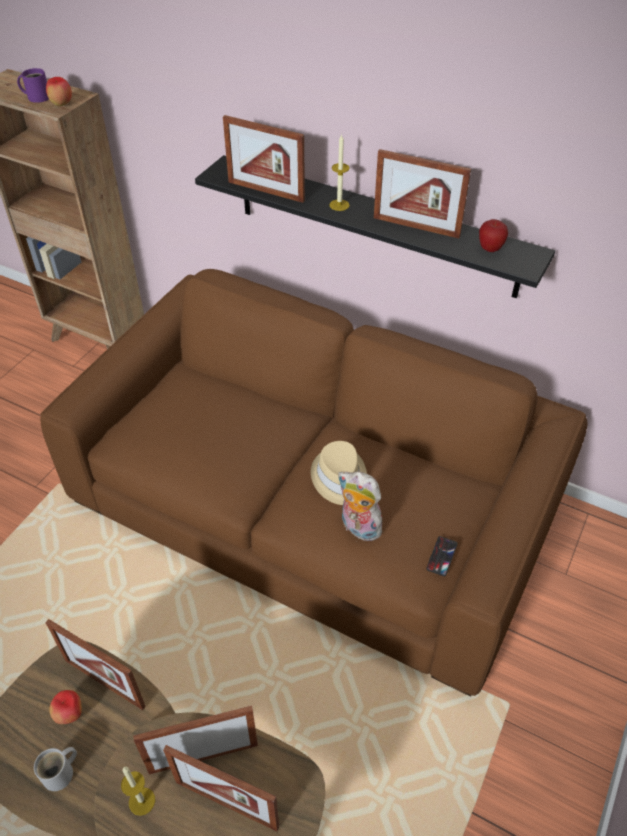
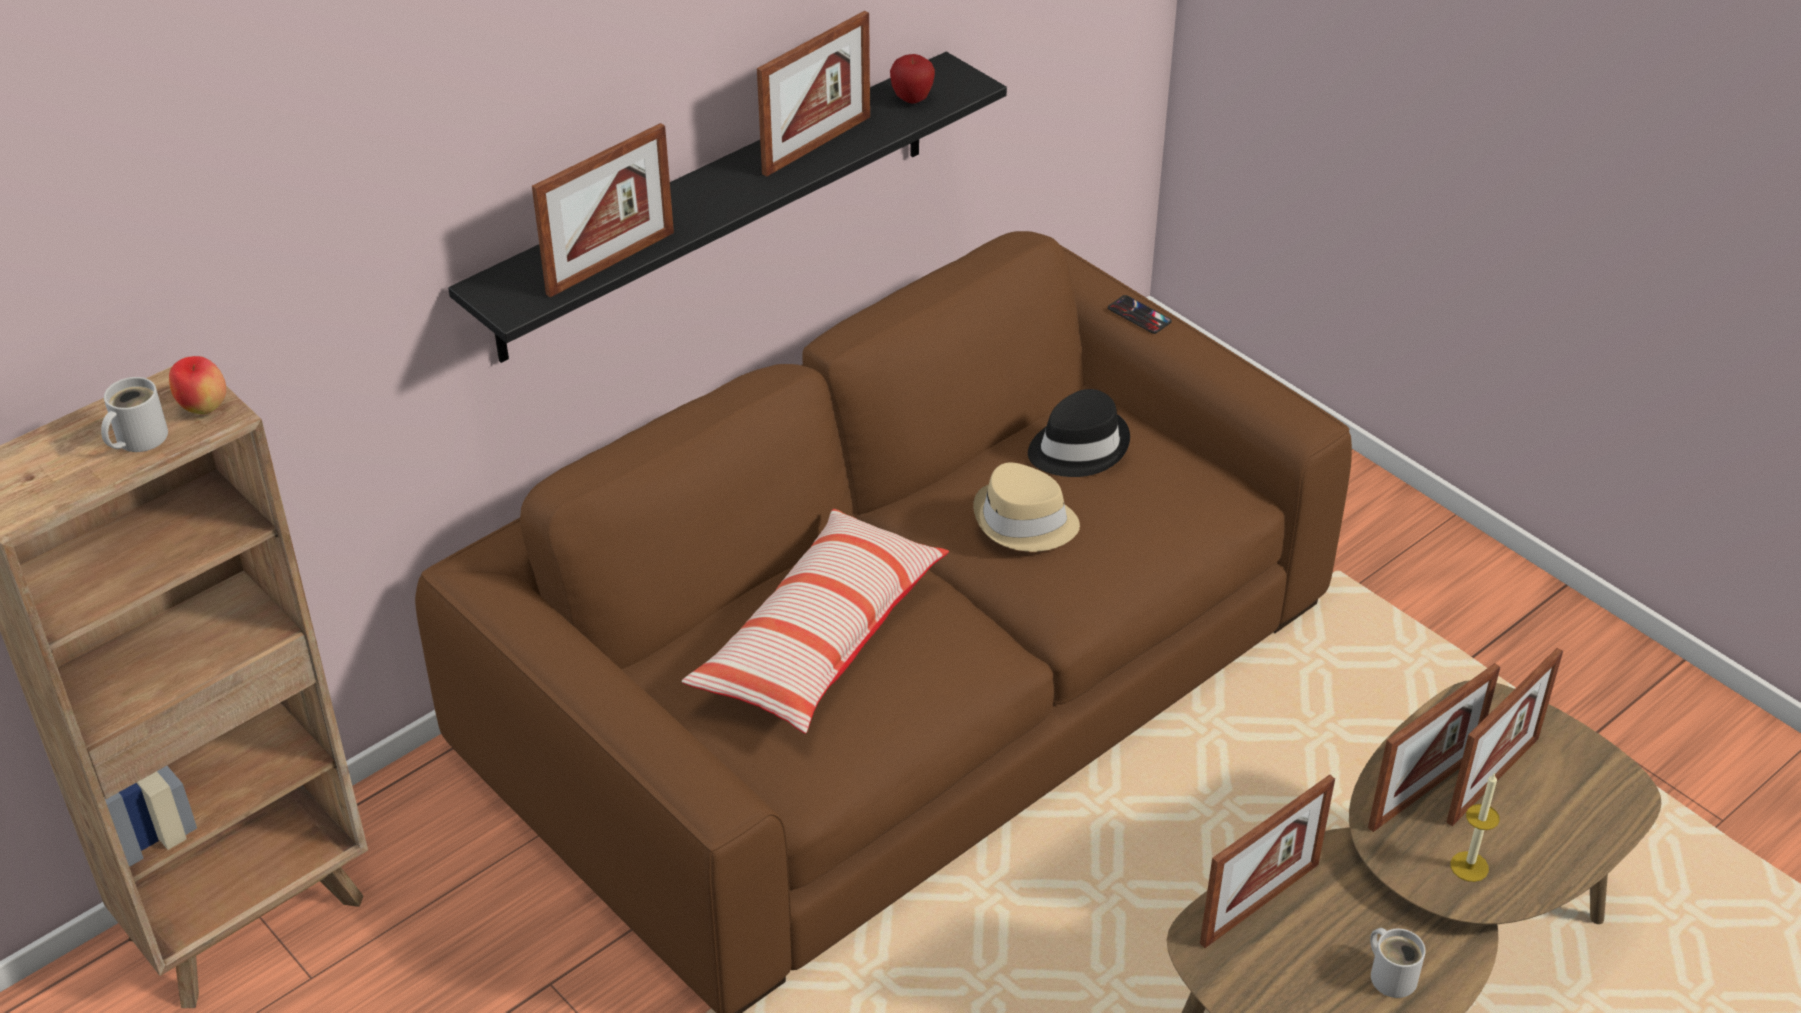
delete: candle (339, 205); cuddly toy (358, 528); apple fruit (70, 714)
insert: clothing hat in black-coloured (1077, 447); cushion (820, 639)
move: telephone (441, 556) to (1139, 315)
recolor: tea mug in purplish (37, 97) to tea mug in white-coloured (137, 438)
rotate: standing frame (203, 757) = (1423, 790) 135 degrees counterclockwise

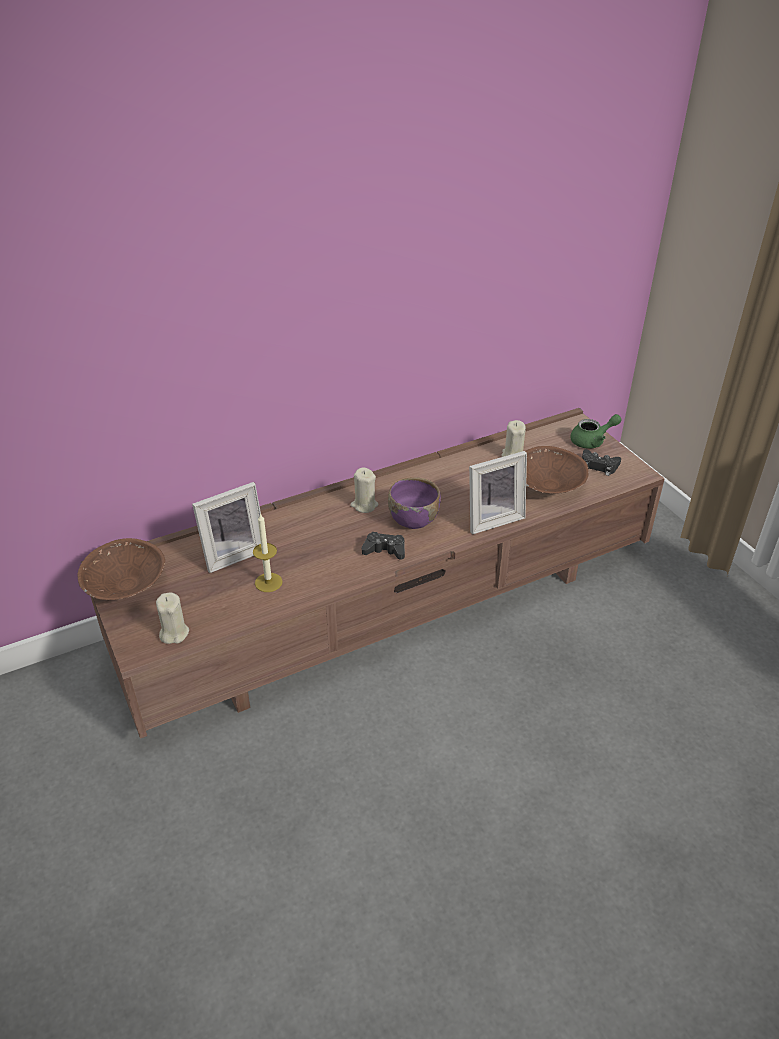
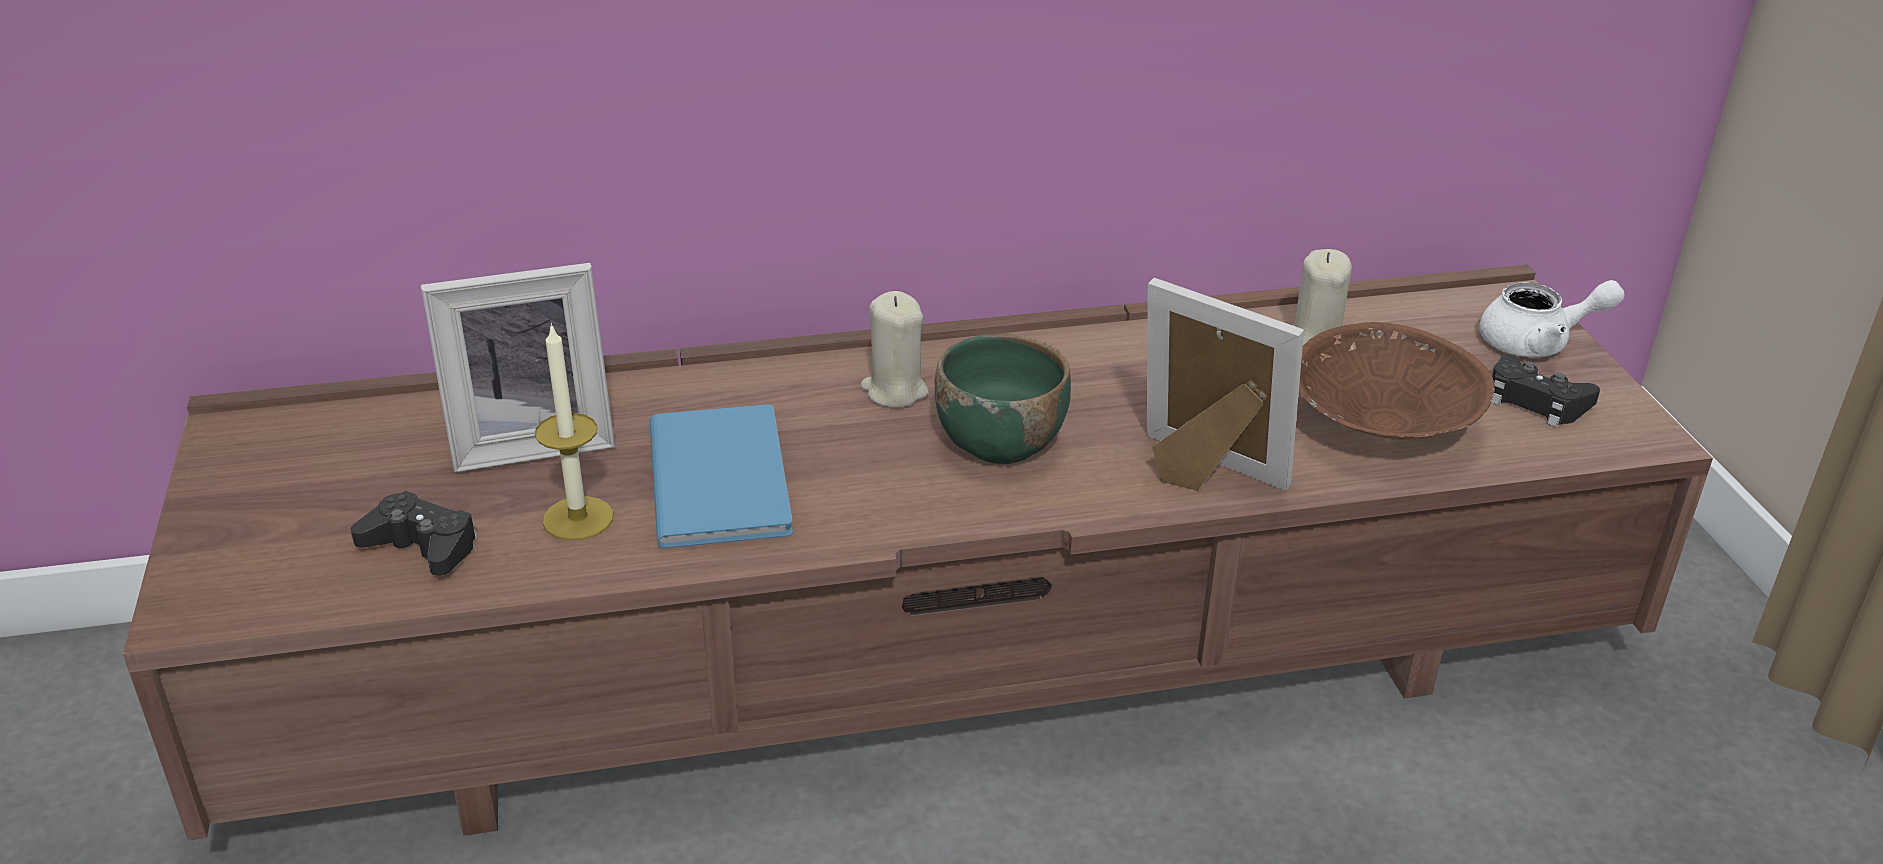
delete: bowl in brown (125, 586); candle in sand-coloured (174, 633)
insert: book in bluish (724, 475)
move: game controller in black-coloured (385, 550) to (421, 546)
recolor: pot for tea in green-coloured (592, 441) to pot for tea in white-coloured (1537, 343); bowl in purplish (413, 519) to bowl in green-coloured (1000, 442)
rotate: standing frame (492, 518) = (1202, 474) 135 degrees counterclockwise

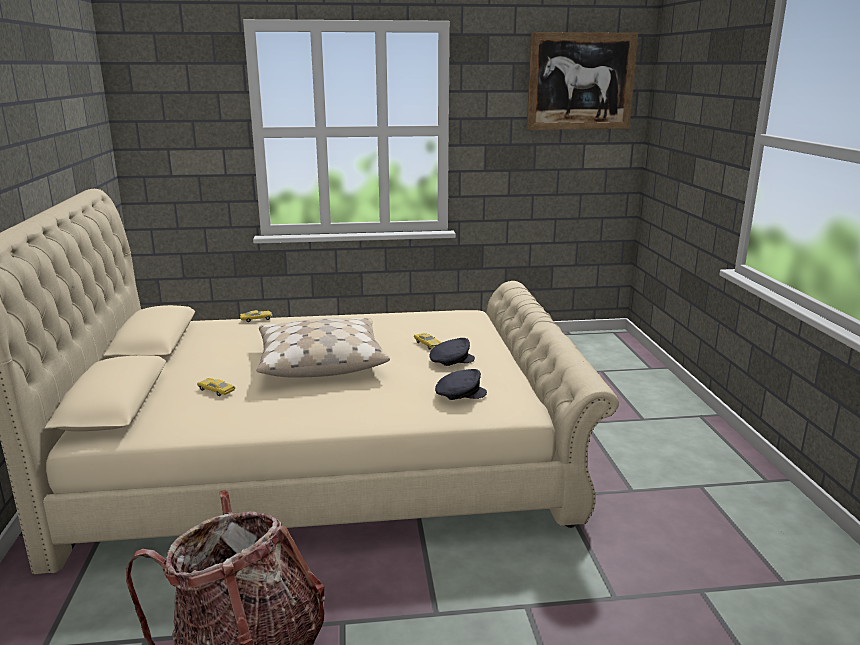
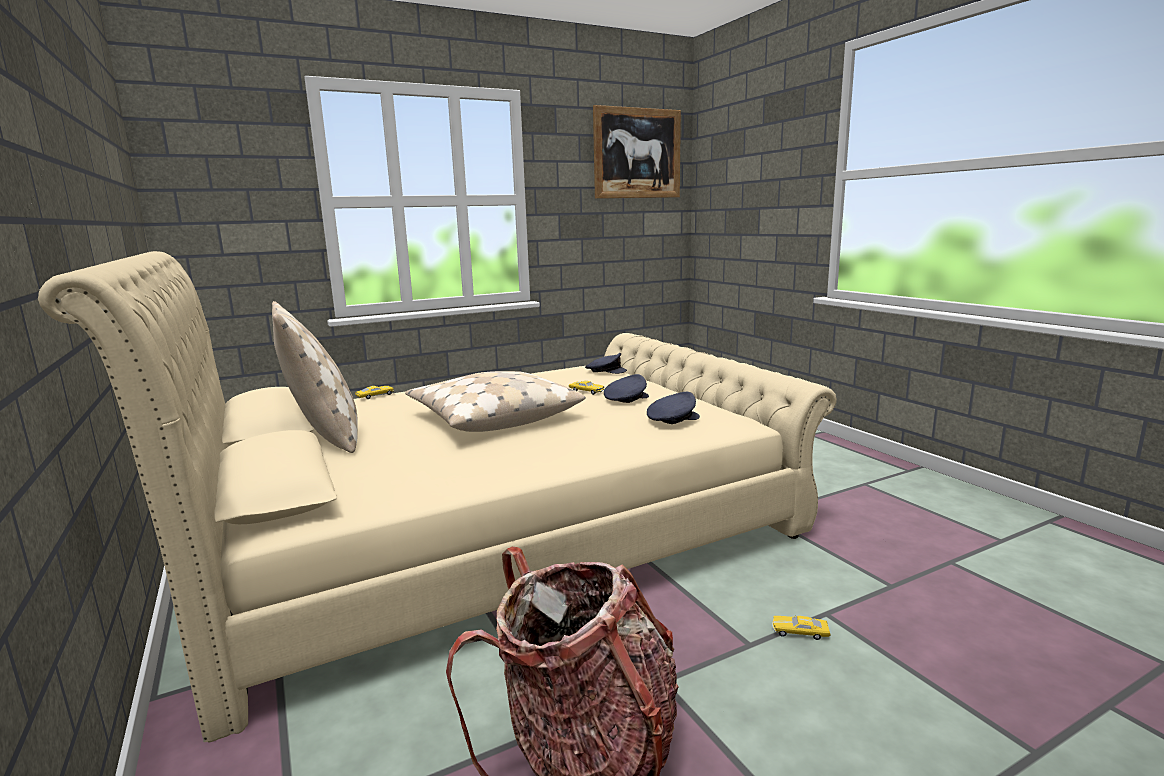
insert: cushion in sand-coloured (324, 436); baseball cap in gray (605, 371)
move: model car in yellow-coloured (216, 391) to (800, 632)

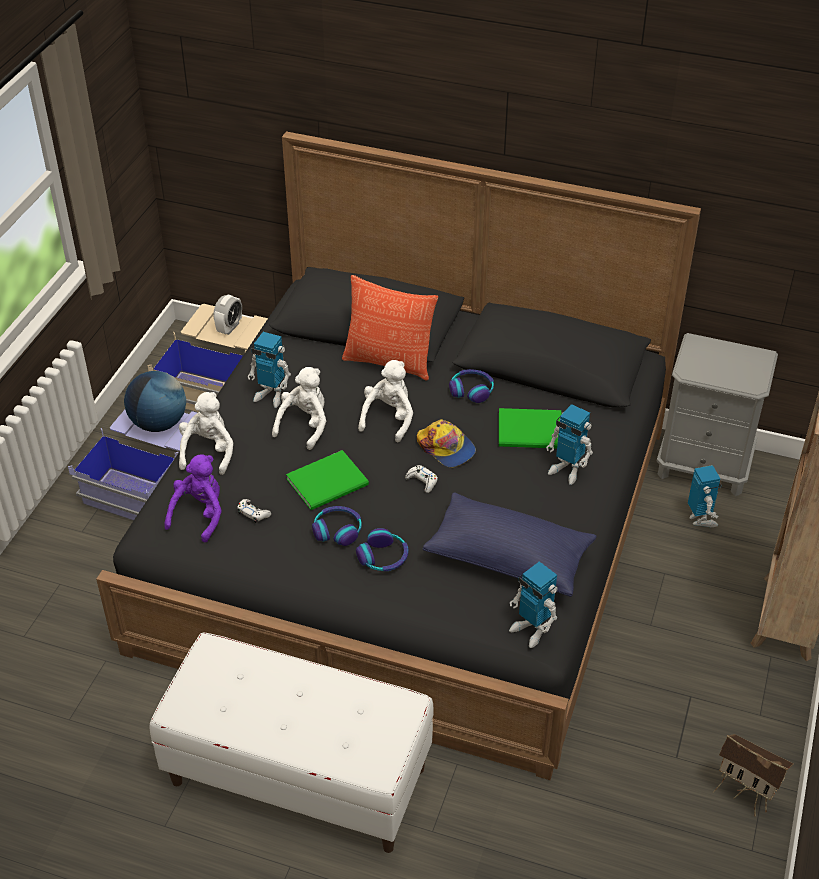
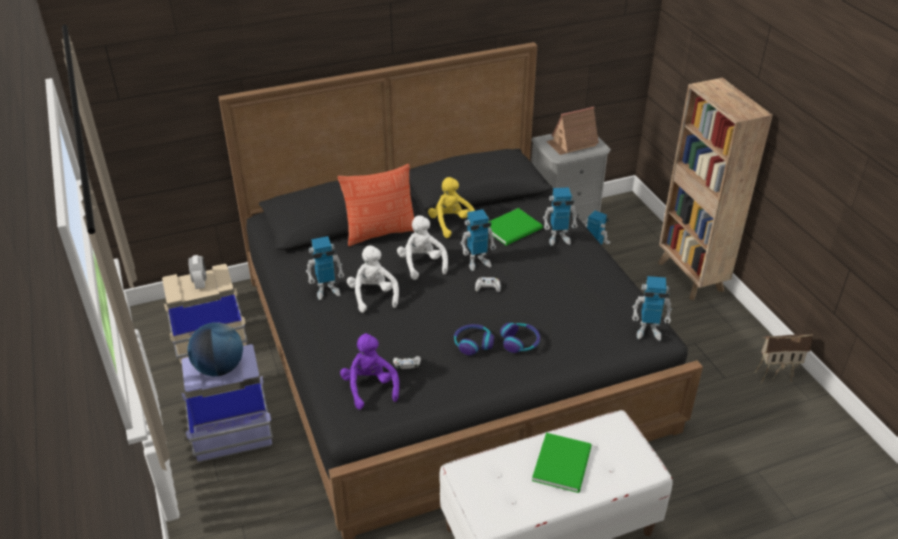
delete: cuddly toy in white-coloured (208, 452); cushion in bluish (508, 558)
insert: miniature house (572, 143)
move: book in green-coloured (330, 482) to (564, 463)
replace: headset (471, 390) to cuddly toy in yellow-coloured (451, 224); baseball cap (446, 448) to robot figure (477, 262)

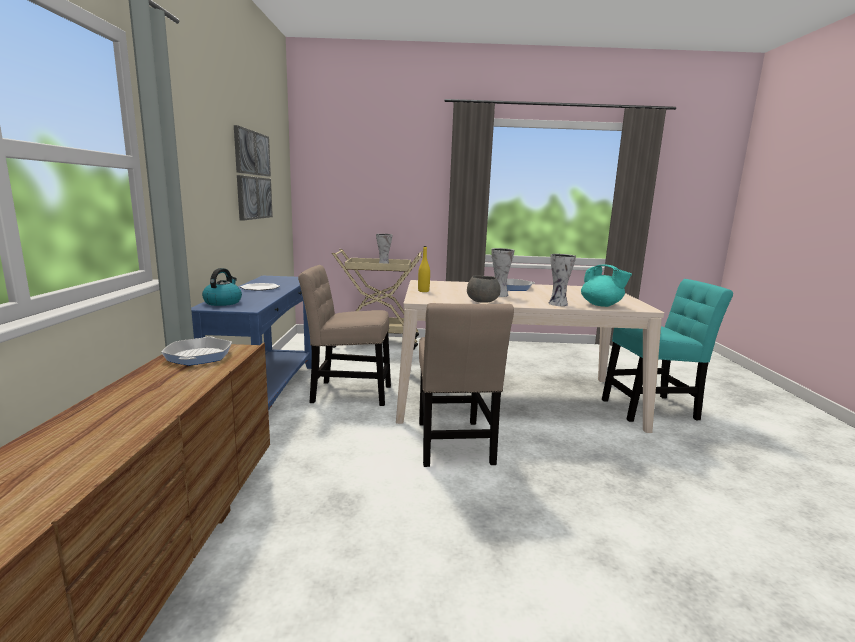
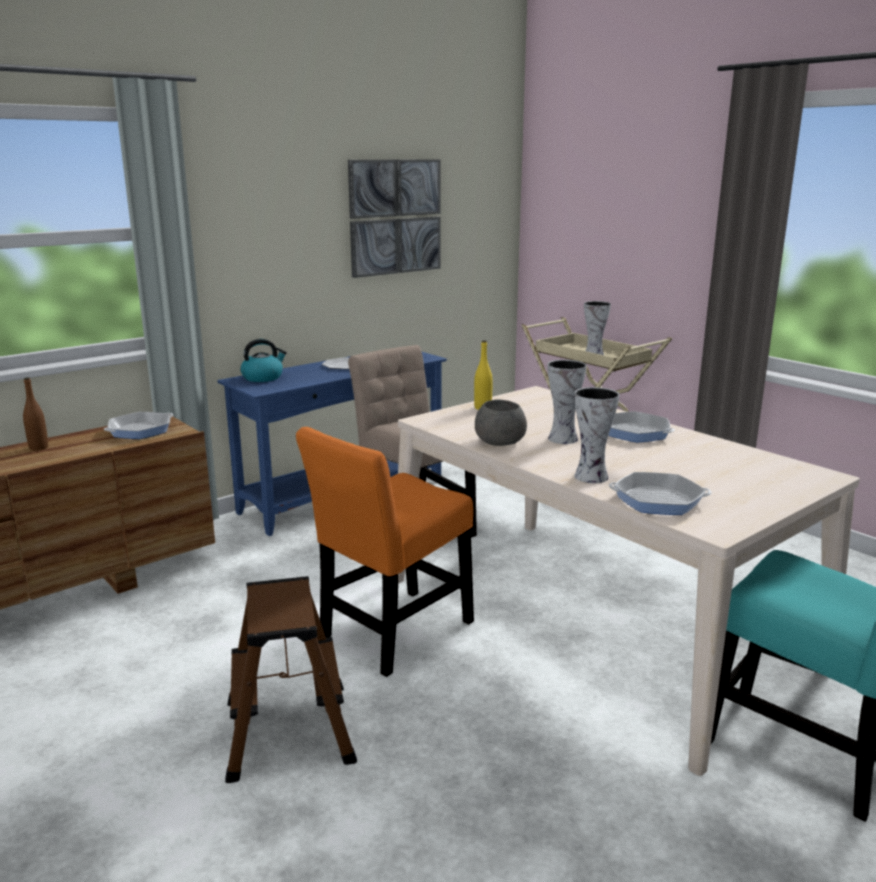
insert: drink bottle in brown (38, 447); step ladder in brown (289, 730)
replace: pot for tea in turquoise (601, 305) to skillet (658, 500)
recolor: plain chair in sand-coloured (454, 445) to plain chair in orange-coloured (392, 633)

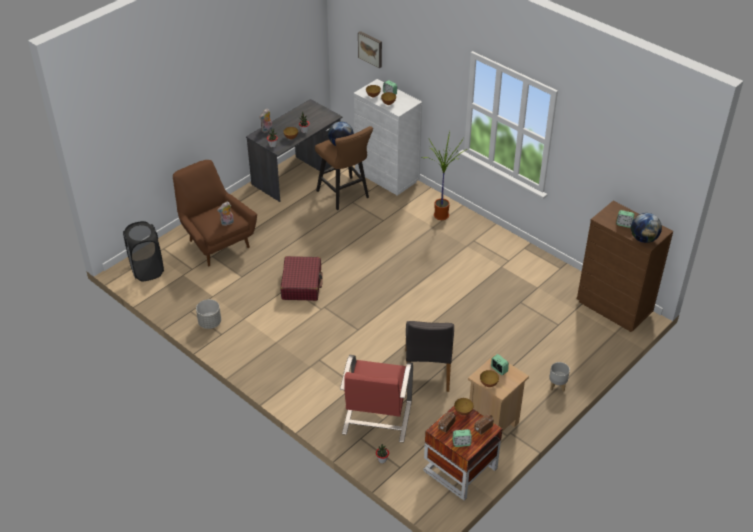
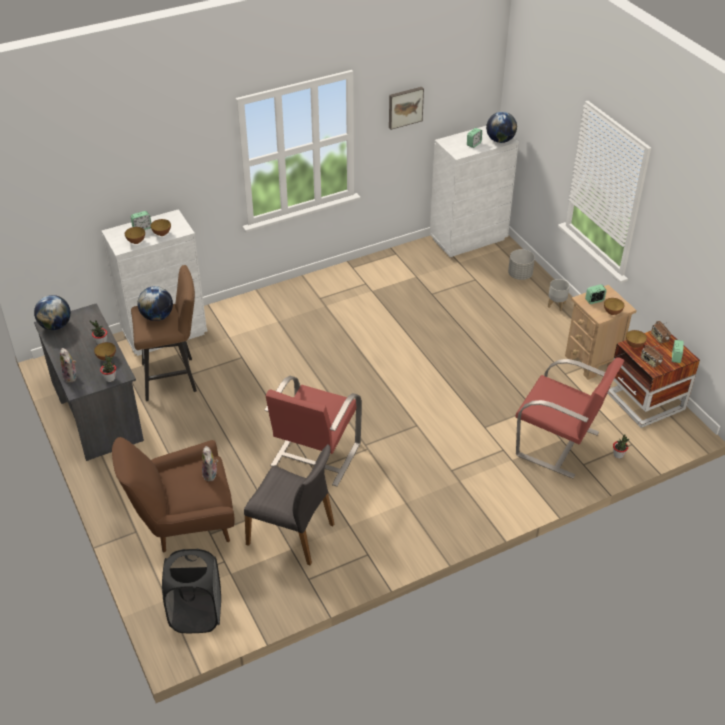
delete: plant in a pot (440, 216)
insert: desk globe (55, 325)
move: wall art (371, 49) to (405, 107); plant pot in gray (210, 323) to (520, 275); plain chair in gray (428, 371) to (292, 533)
replace: travel case in reddish (301, 284) to easy chair in reddish (315, 456)
recolor: chest of drawers in brown (614, 308) to chest of drawers in white-coloured (469, 239)

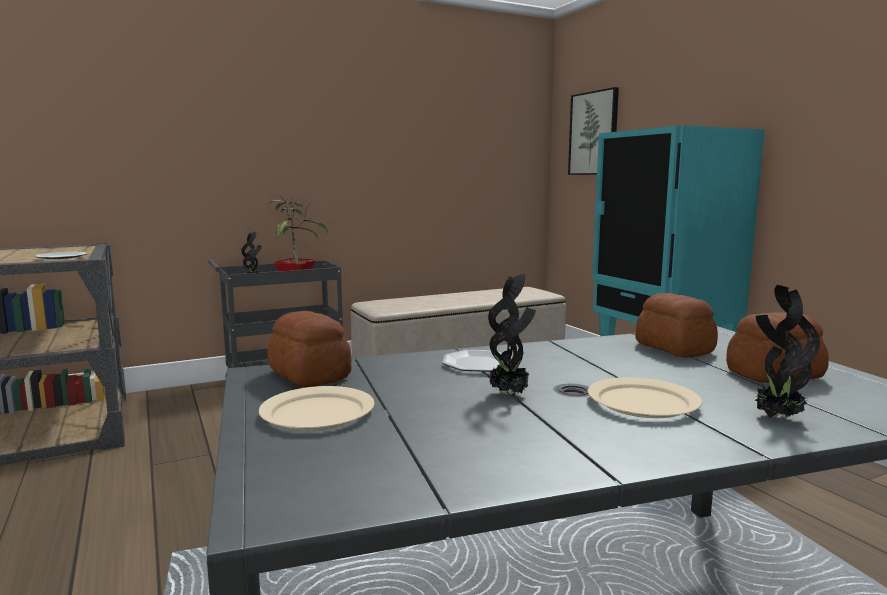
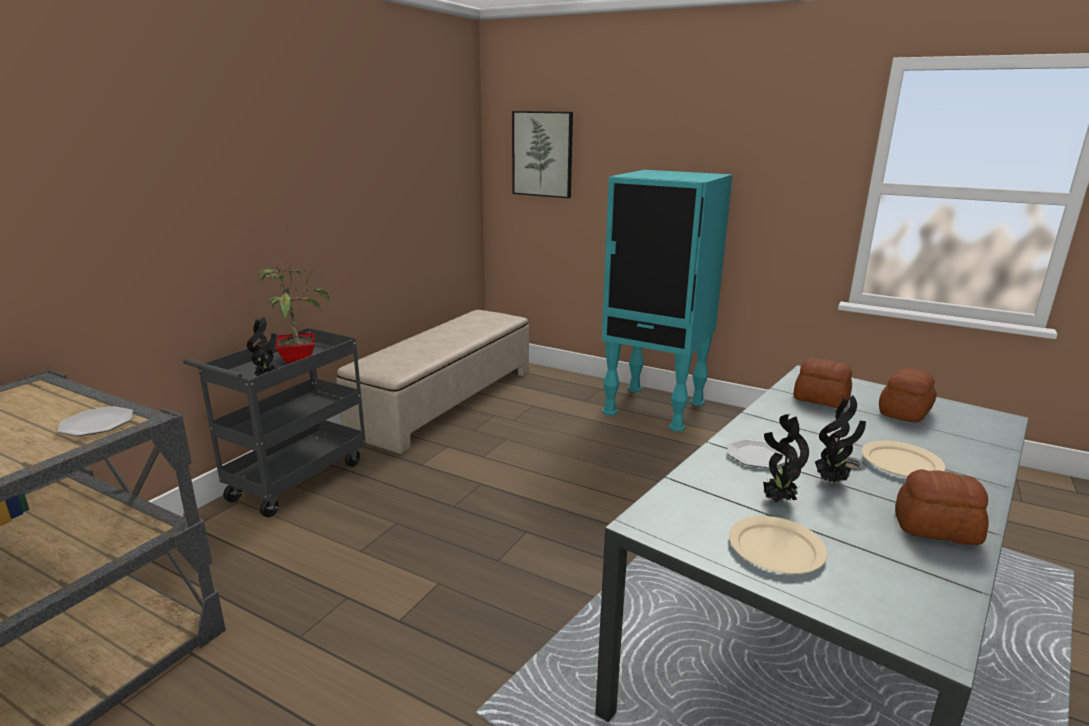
move: plant in a pot (776, 418) to (777, 500); bread (310, 374) to (935, 527)

